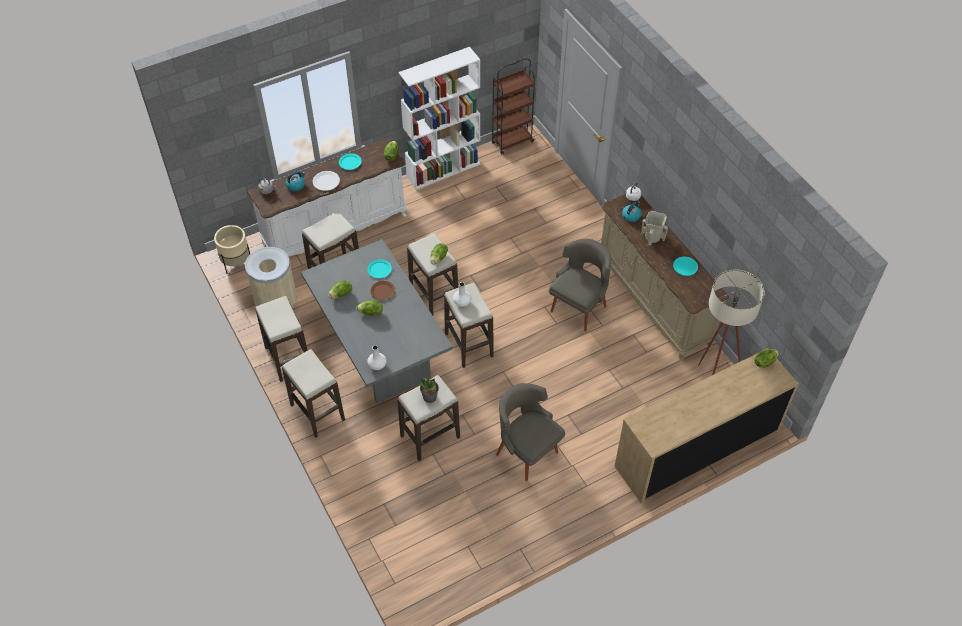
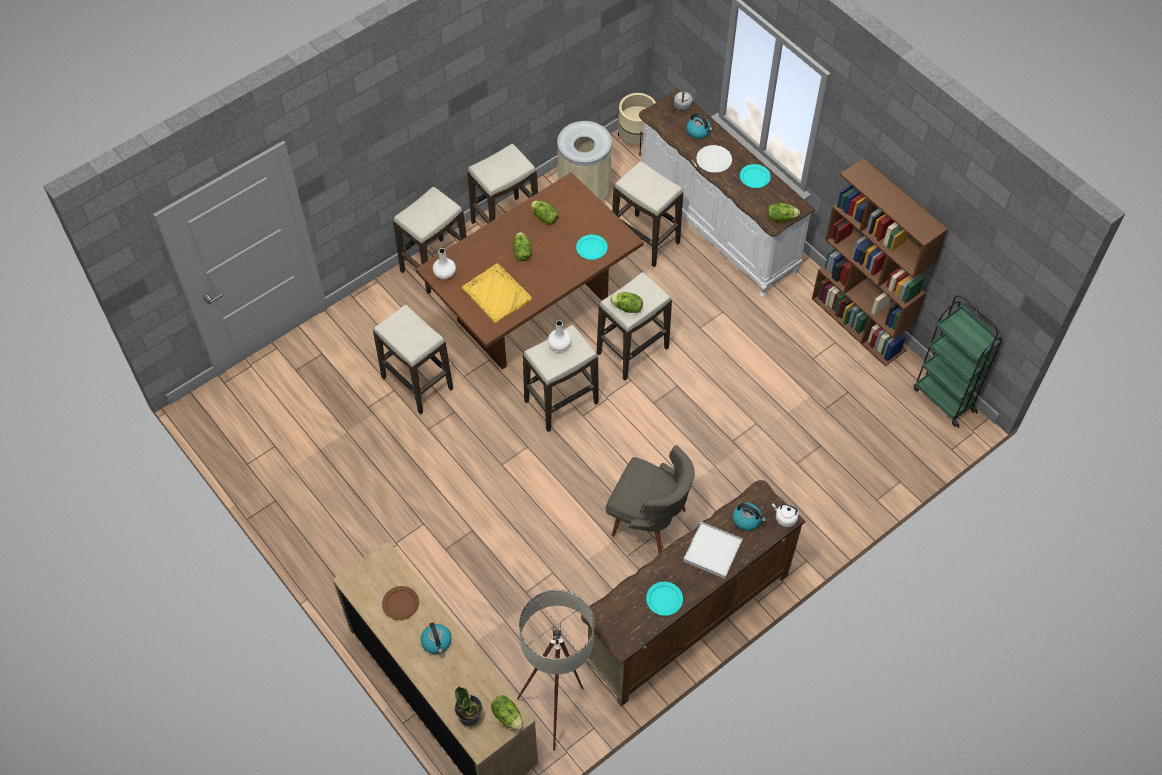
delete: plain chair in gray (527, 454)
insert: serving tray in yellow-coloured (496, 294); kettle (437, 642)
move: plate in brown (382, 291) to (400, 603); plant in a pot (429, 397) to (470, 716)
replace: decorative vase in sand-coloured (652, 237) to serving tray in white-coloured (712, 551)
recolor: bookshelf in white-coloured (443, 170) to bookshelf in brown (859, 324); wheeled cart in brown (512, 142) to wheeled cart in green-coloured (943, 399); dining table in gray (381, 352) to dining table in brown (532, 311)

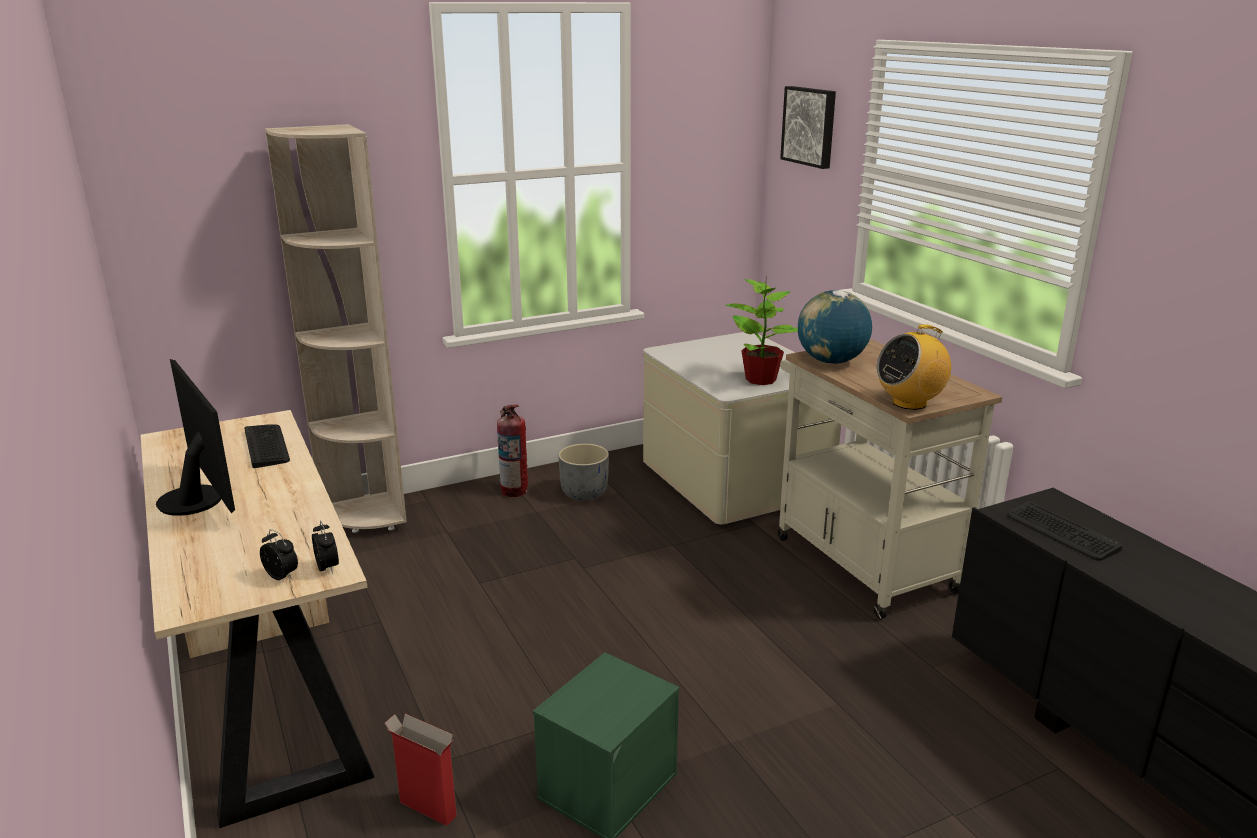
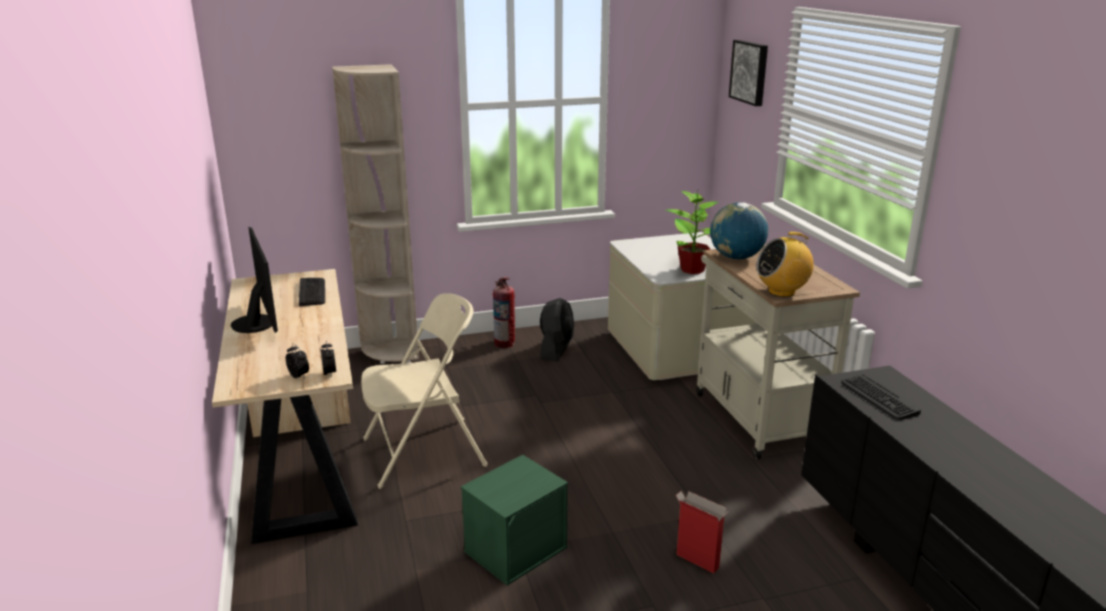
insert: plain chair in sand-coloured (424, 452)
move: packing box (426, 808) to (696, 560)
replace: plant pot in gray (584, 492) to fan in black-coloured (556, 349)

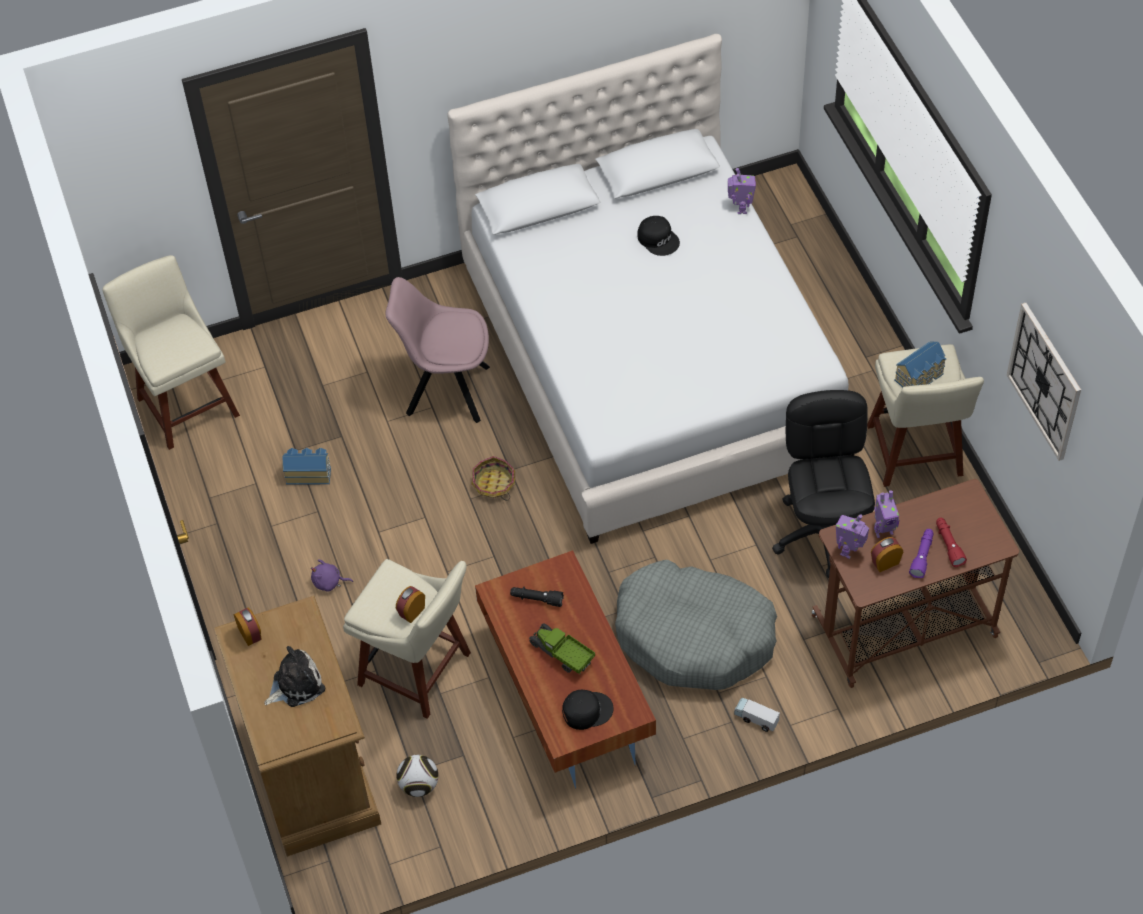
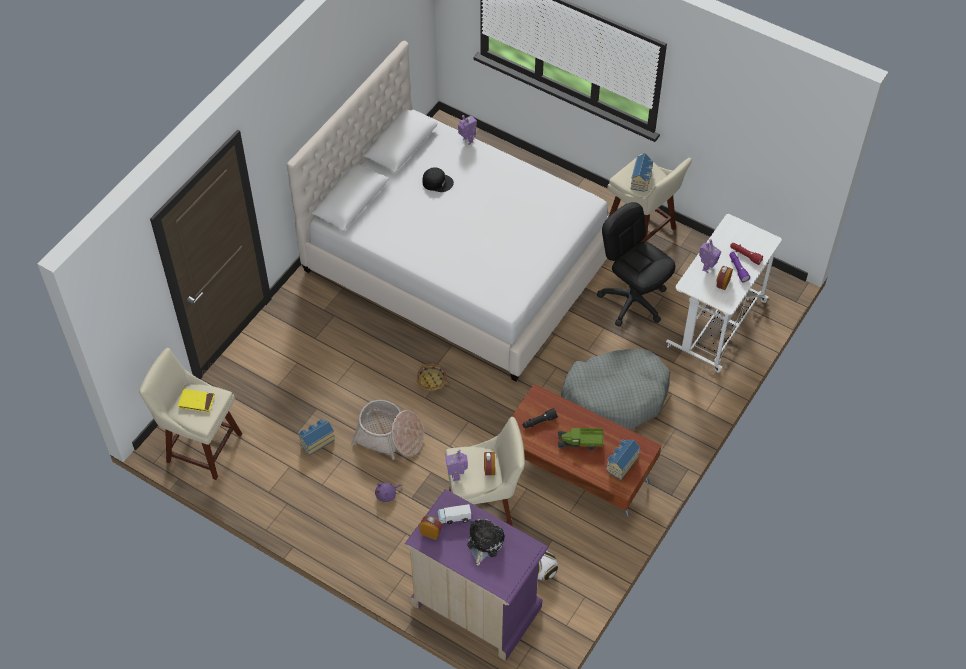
delete: plain chair in pinkish (447, 391); hanging clock (1044, 381)
insert: book in yellow-coloured (196, 401); storage basket (389, 437)
move: robot figure (849, 551) to (457, 475); toy lorry (756, 718) to (454, 518)
replace: baseball cap in black-coloured (586, 710) to miniature house (621, 463)
recolor: desk in brown (904, 626) to desk in white-coloured (716, 324); chest of drawers in brown (311, 772) to chest of drawers in purplish (476, 605)

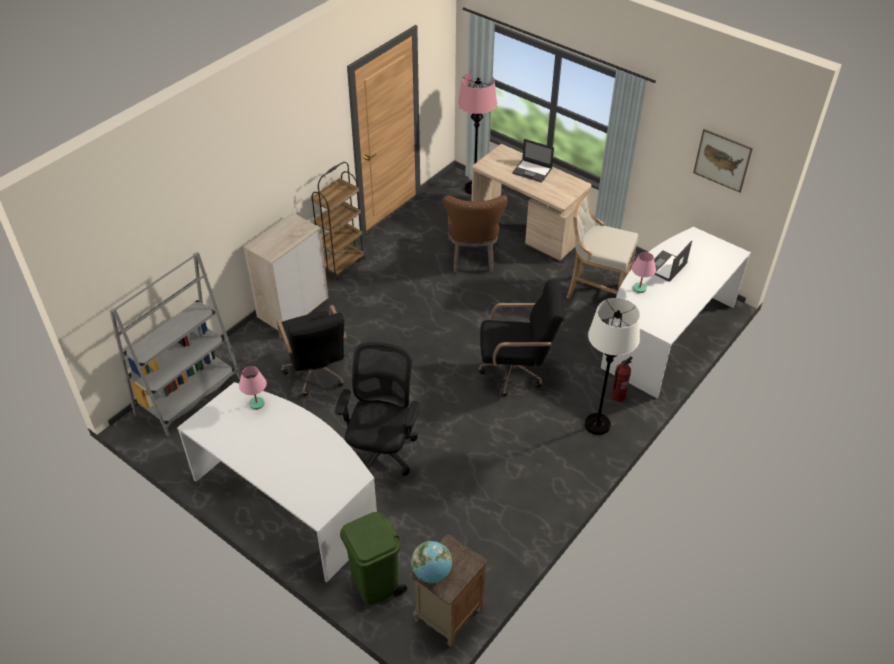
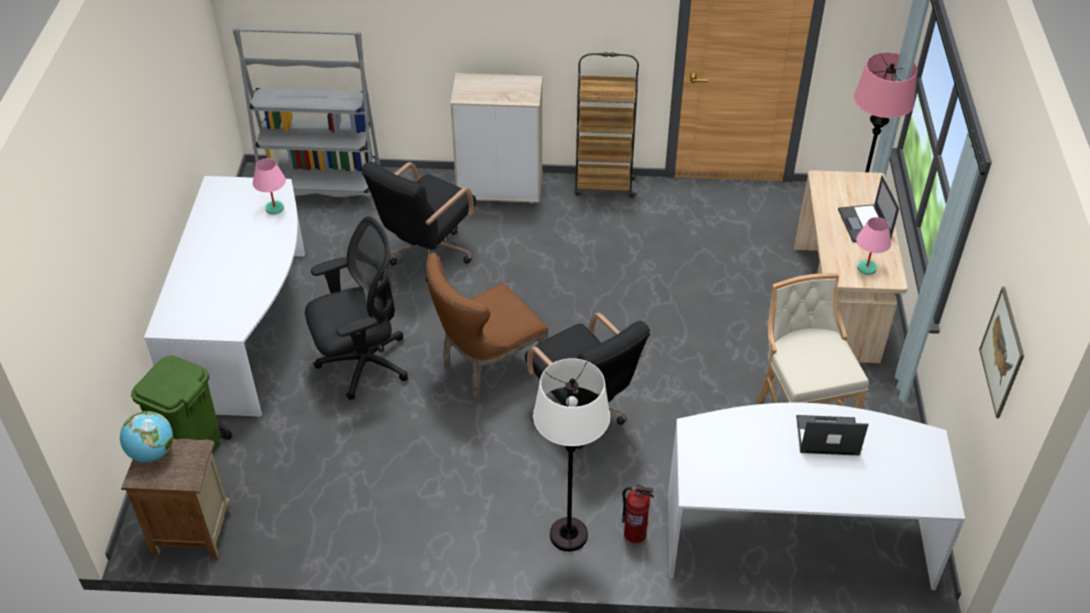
move: plain chair in brown (472, 257) to (487, 369); lamp for a table in pinkish (639, 288) to (867, 268)

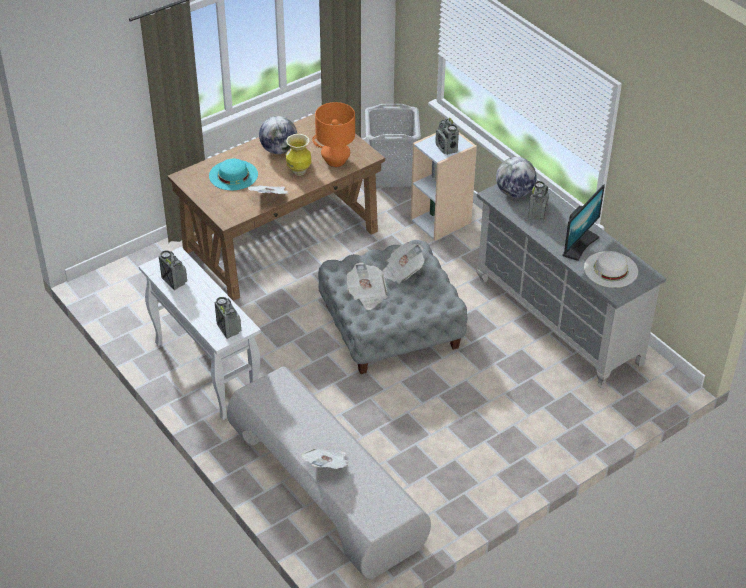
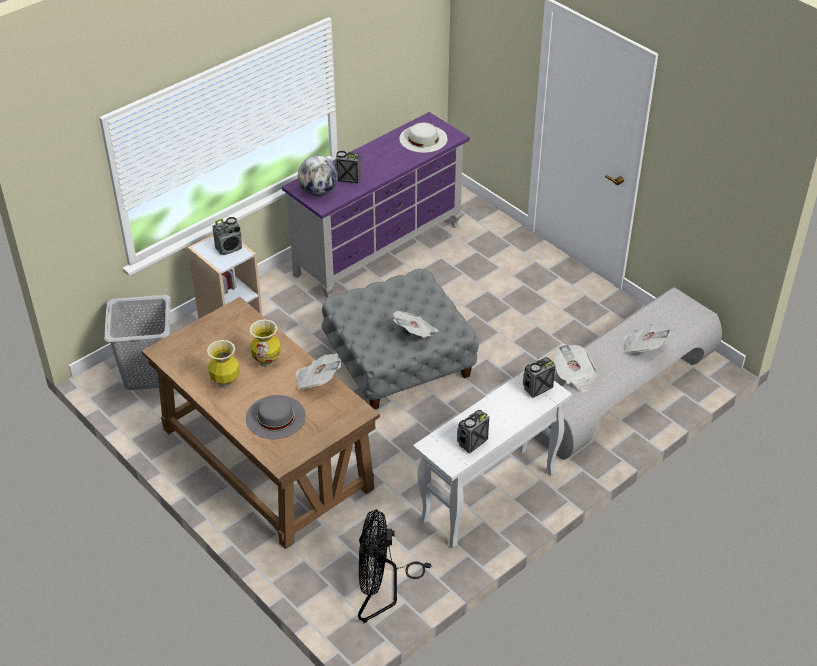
delete: lamp for a table in orange-coloured (332, 152); computer display (579, 245)
insert: fan in black-coloured (382, 582)
move: daily paper (402, 271) to (574, 376)
replace: desk globe (278, 150) to decorative vase (225, 382)
recolor: clothing hat in turquoise (233, 175) to clothing hat in gray (275, 417); chest of drawers in gray (557, 323) to chest of drawers in purplish (380, 250)

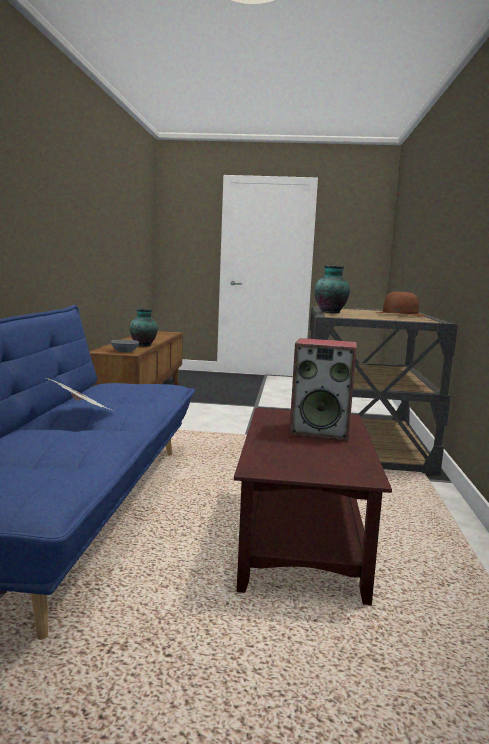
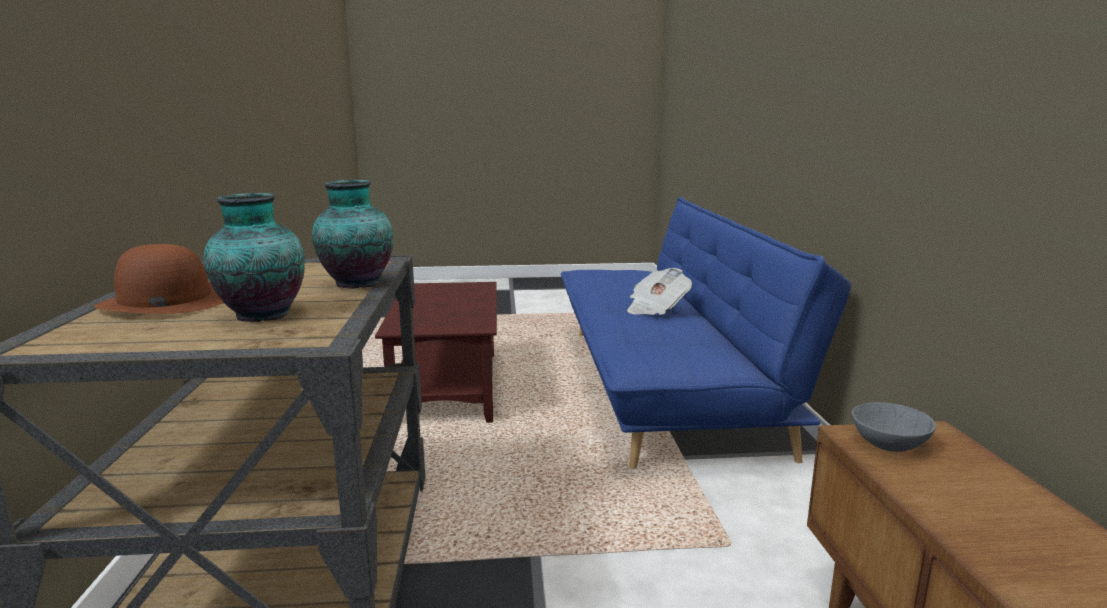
delete: audio speaker (321, 431)
move: decorative vase (144, 345) to (260, 316)

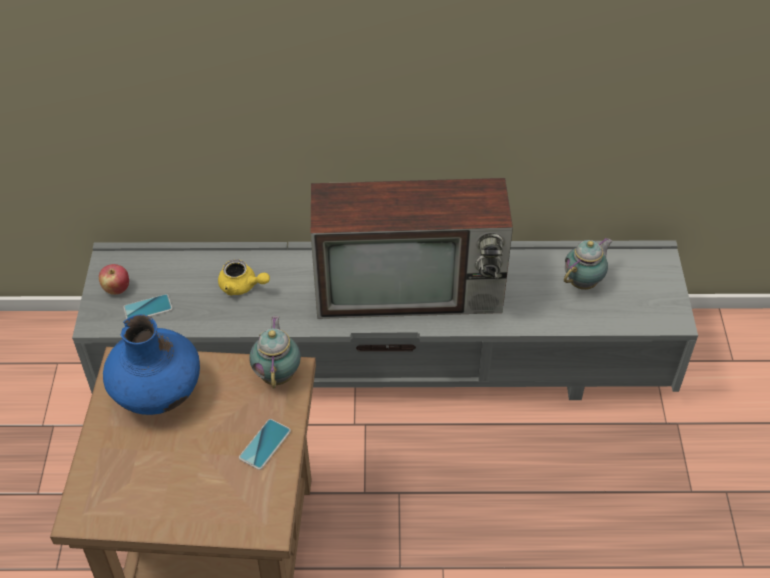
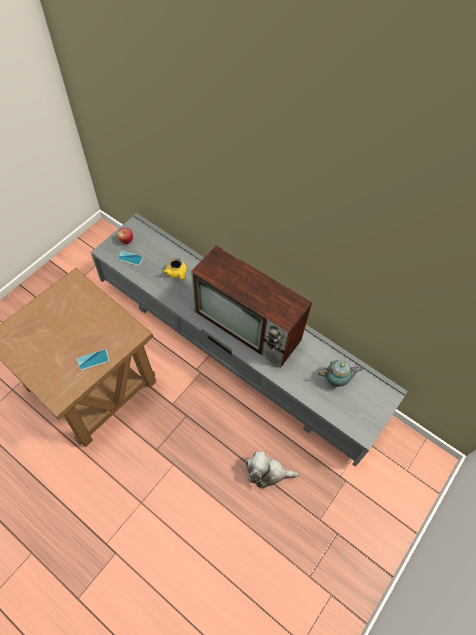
delete: decorative vase in bluish (158, 392); pot for tea (278, 373)
insert: cuddly toy (267, 472)

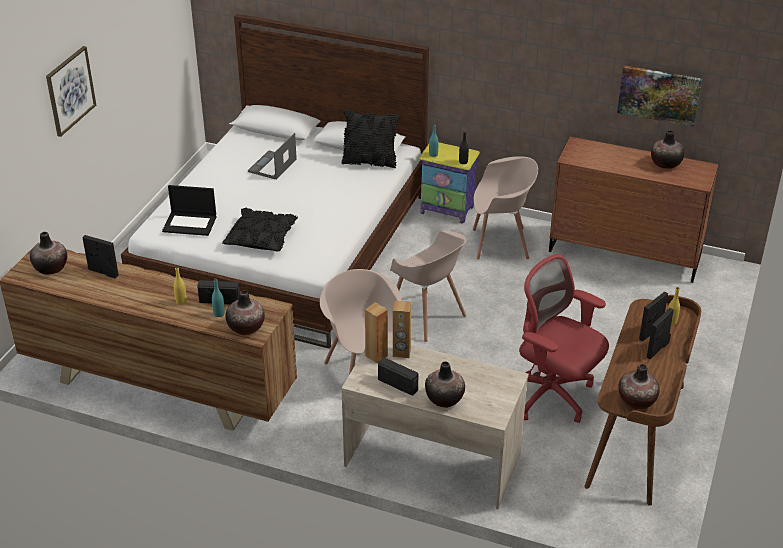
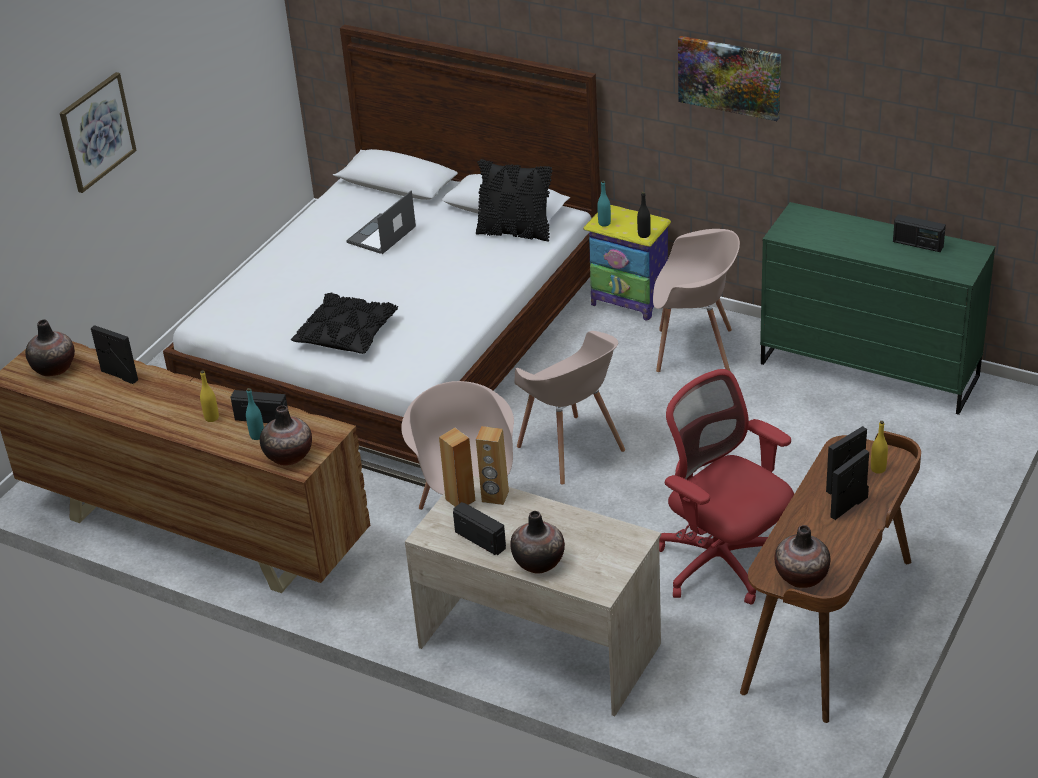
delete: notebook computer (190, 223)
move: wall art (659, 95) to (729, 77)
replace: decorative vase (665, 164) to radio (918, 244)
recolor: chest of drawers in brown (625, 253) to chest of drawers in green-coloured (870, 369)

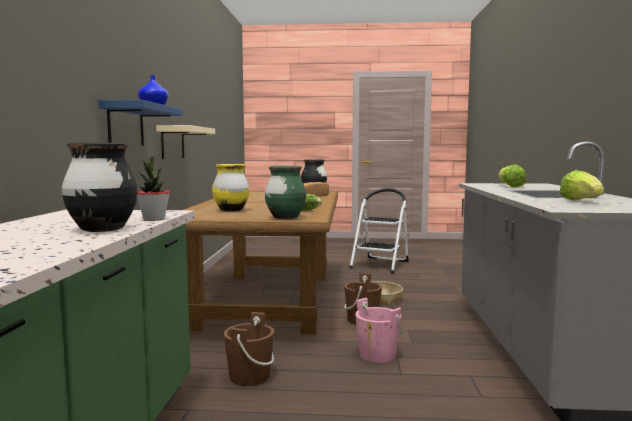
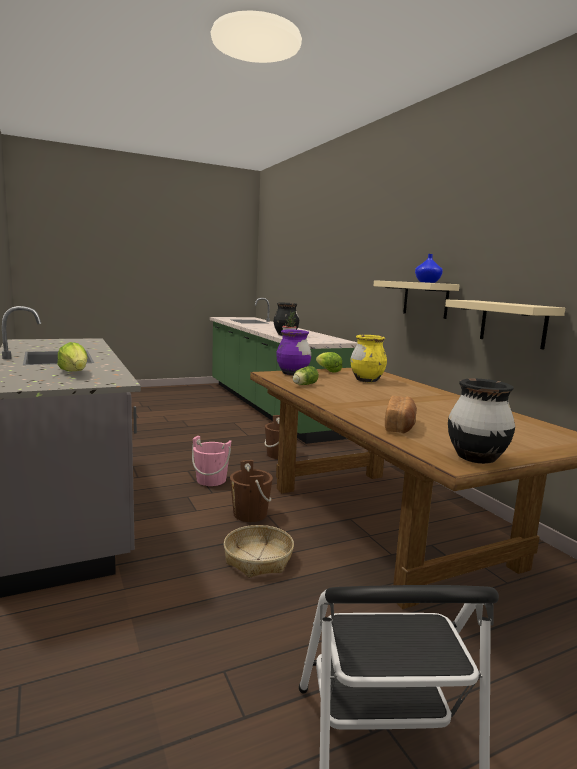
move: head of lettuce (581, 201) to (328, 371)
recolor: shelf in bluish (126, 125) to shelf in sand-coloured (425, 299); decorative vase in green-coloured (285, 217) to decorative vase in purplish (293, 374)

